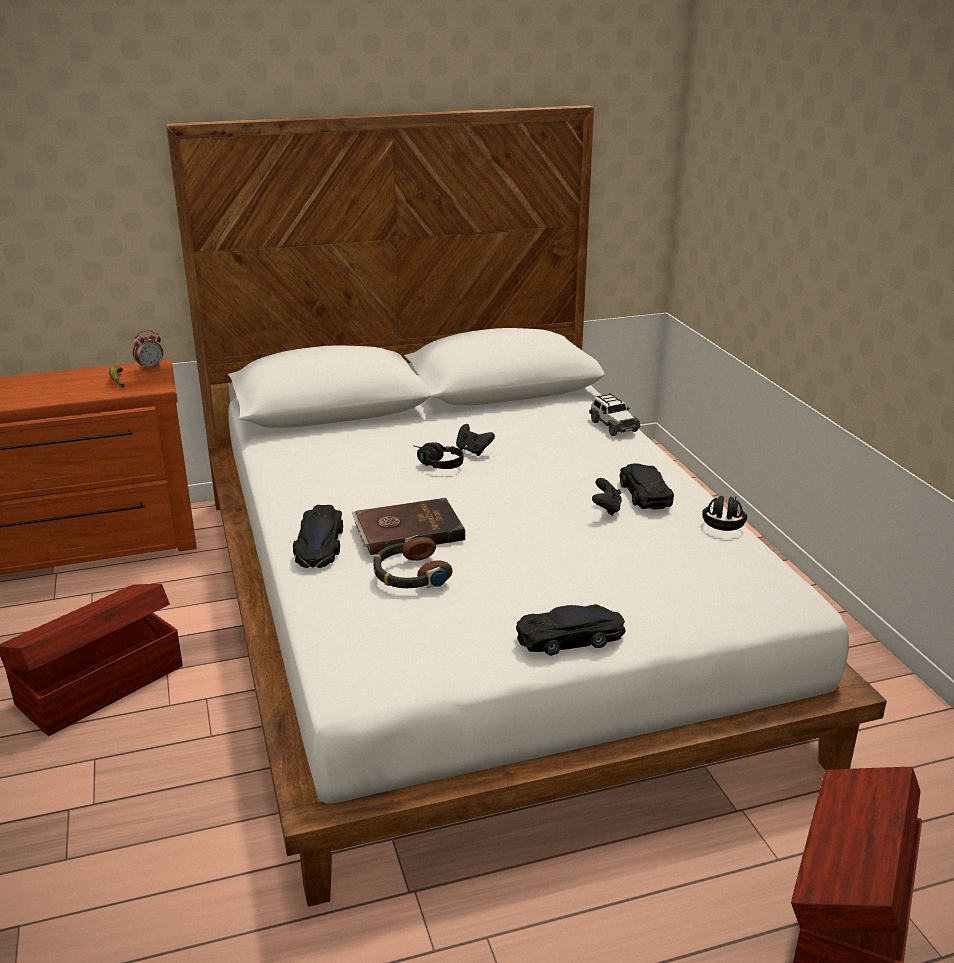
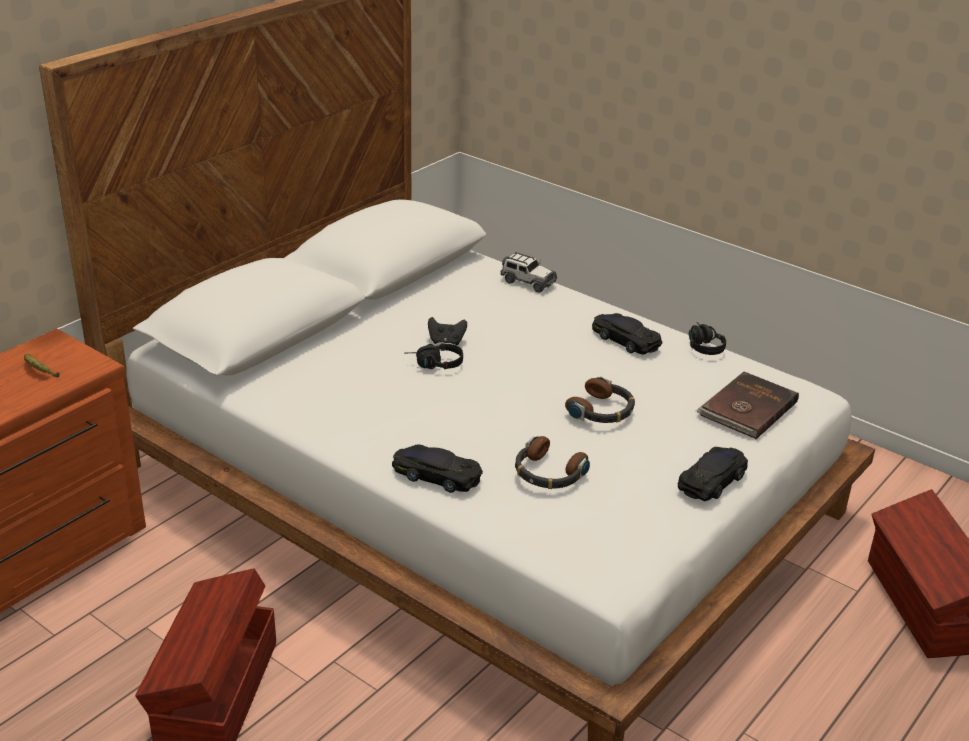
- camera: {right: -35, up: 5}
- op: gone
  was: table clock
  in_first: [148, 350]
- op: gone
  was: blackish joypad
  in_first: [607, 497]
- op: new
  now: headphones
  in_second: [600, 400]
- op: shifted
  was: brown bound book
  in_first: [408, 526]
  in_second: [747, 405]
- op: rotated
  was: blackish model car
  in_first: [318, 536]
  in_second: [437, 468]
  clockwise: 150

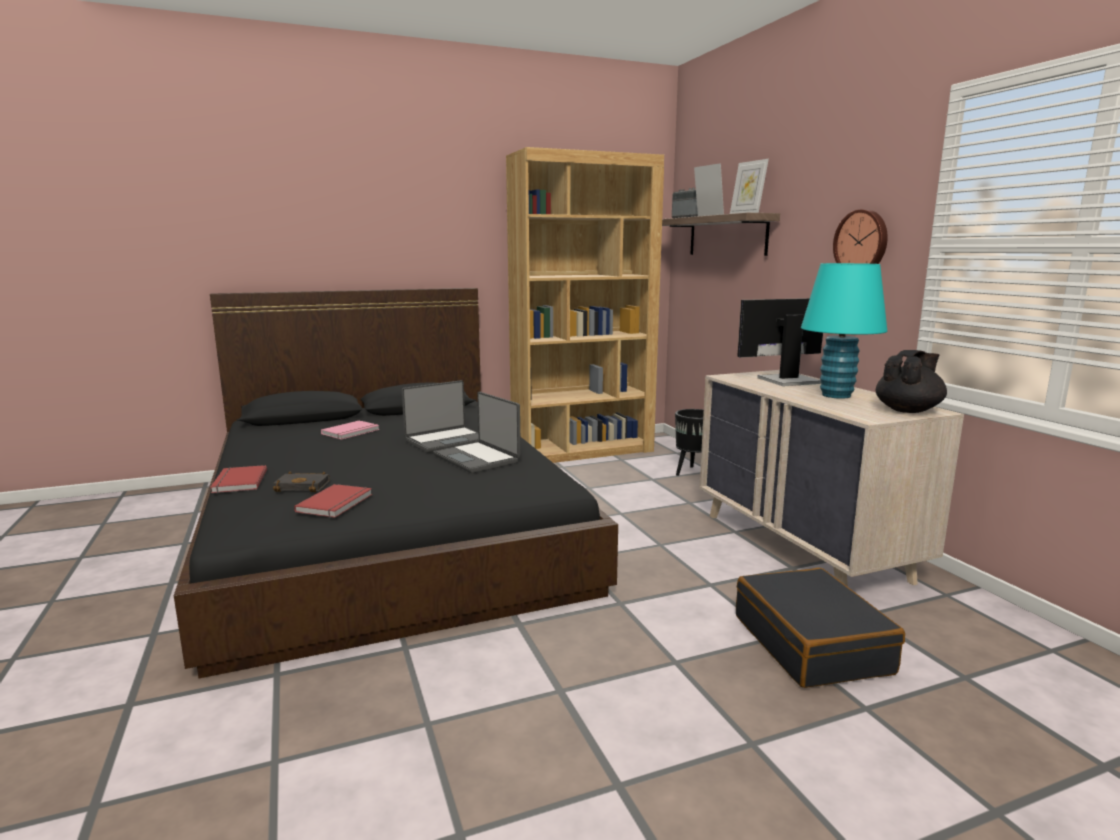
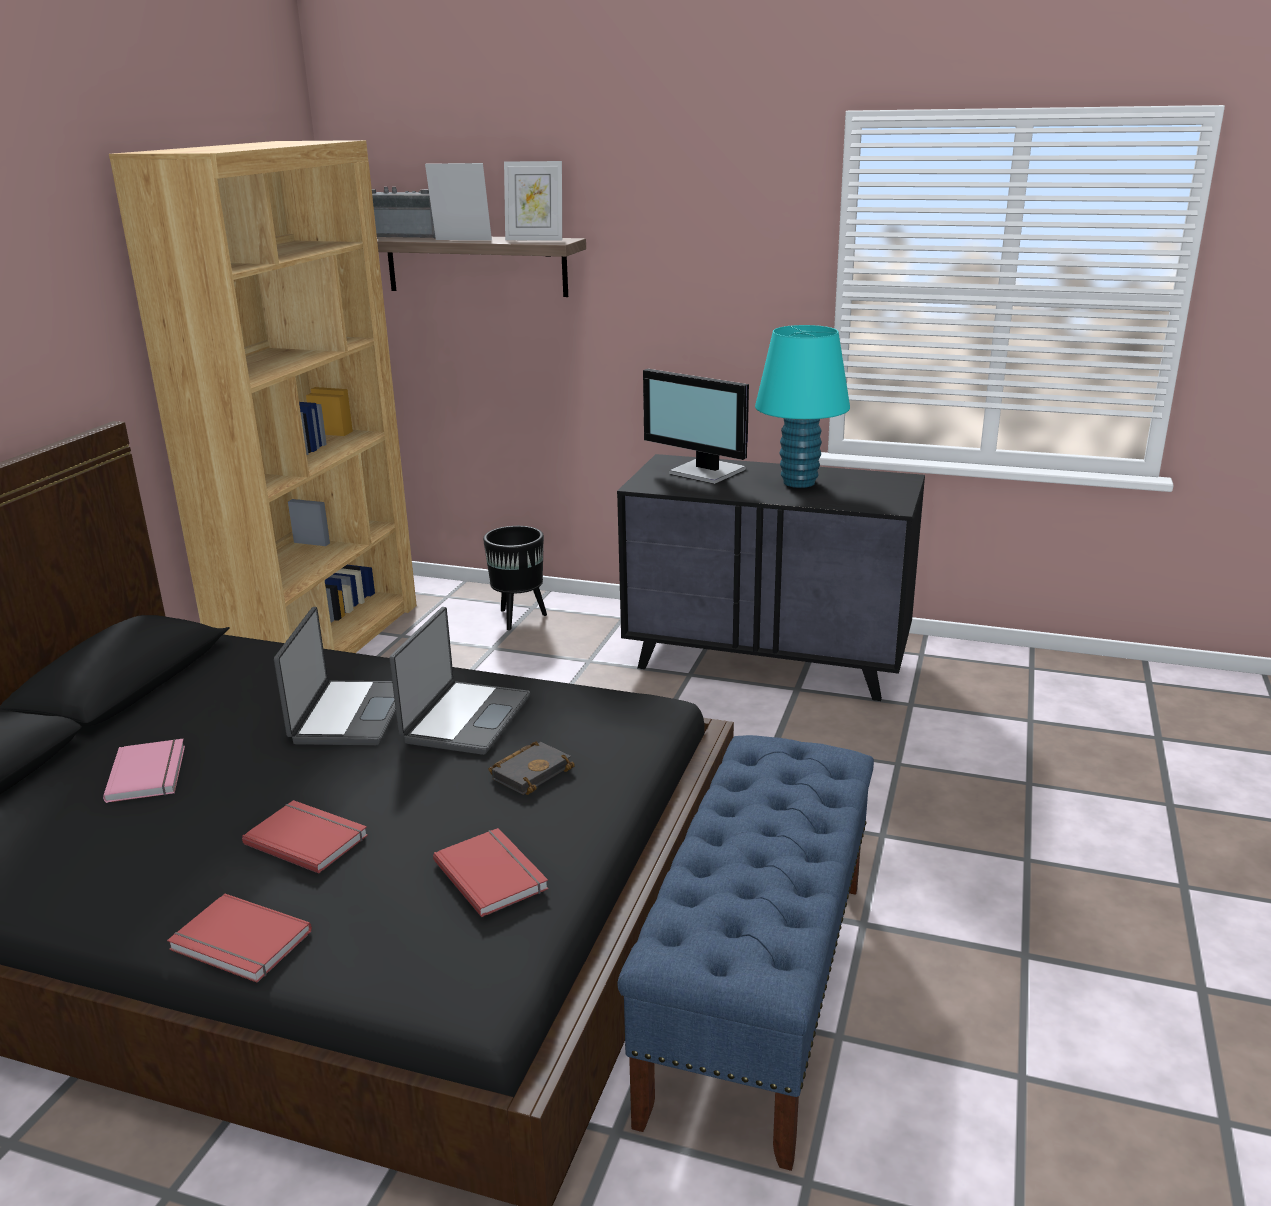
- camera: {right: -50, up: 10}
- op: gone
  was: blackish piece of luggage
  in_first: [820, 628]
- op: gone
  was: wall clock
  in_first: [860, 236]
- op: gone
  was: blackish teapot
  in_first: [911, 381]
- op: new
  now: red-coloured bound book
  in_second: [305, 837]
- op: new
  now: bluish long seat
  in_second: [745, 953]
- op: shifted
  was: blackish bound book
  in_first: [301, 481]
  in_second: [532, 768]
- op: repainted
  was: beige-coloured dresser
  now: blackish dresser
  in_first: [831, 478]
  in_second: [771, 577]
- op: rotated
  was: laptop
  in_first: [477, 432]
  in_second: [459, 681]
  clockwise: -75
- op: rotated
  was: computer display
  in_first: [780, 342]
  in_second: [696, 426]
  clockwise: -75

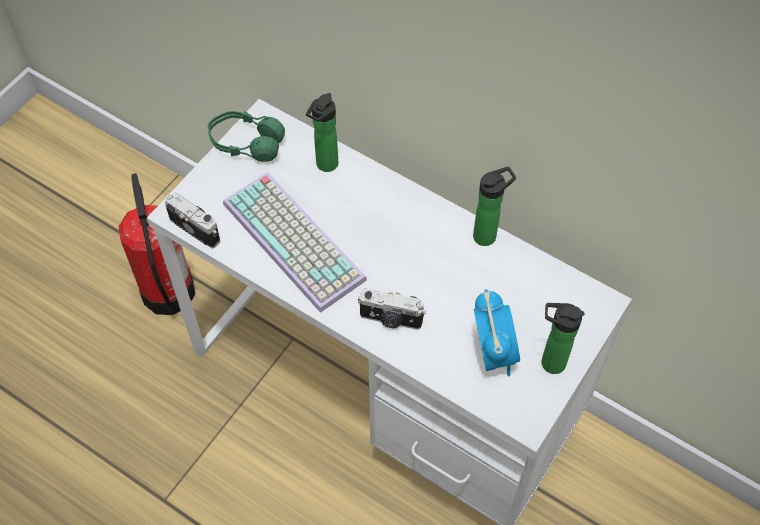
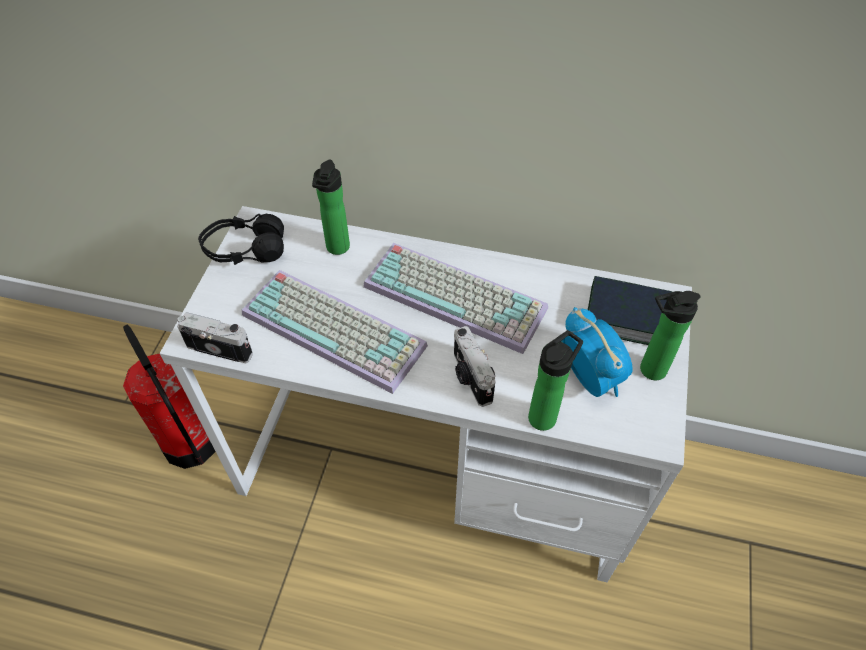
- camera: {right: -20, up: -5}
- op: new
  now: PC keyboard
  in_second: [455, 298]
- op: new
  now: bound book
  in_second: [630, 310]
- op: shifted
  was: beverage bottle
  in_first: [494, 206]
  in_second: [555, 380]
- op: repainted
  was: greenish headphones
  now: blackish headphones
  in_first: [246, 136]
  in_second: [241, 239]
- op: rotated
  was: still camera
  in_first: [392, 309]
  in_second: [474, 366]
  clockwise: 75

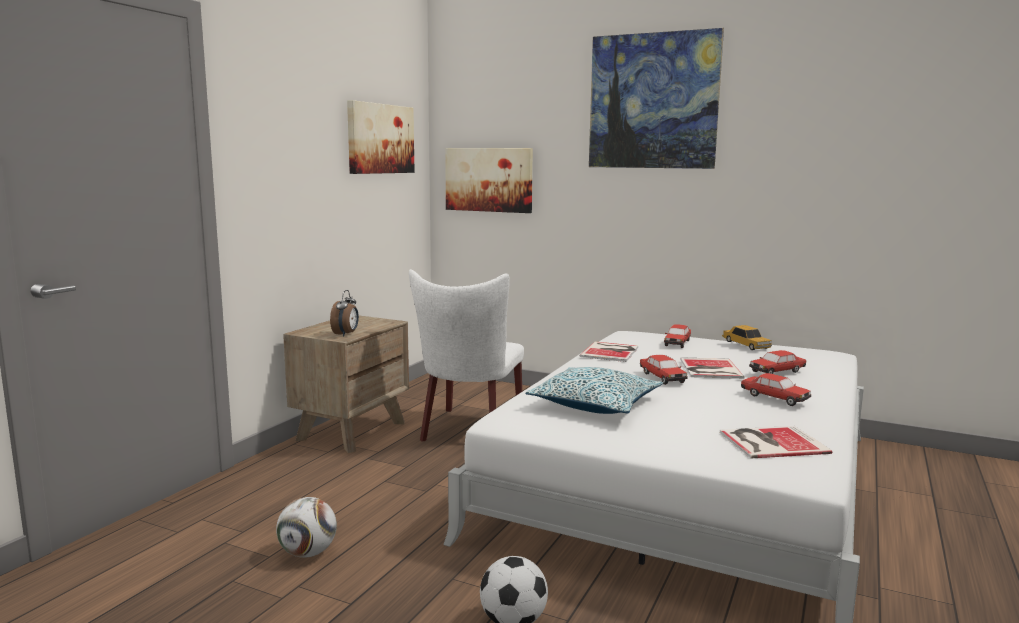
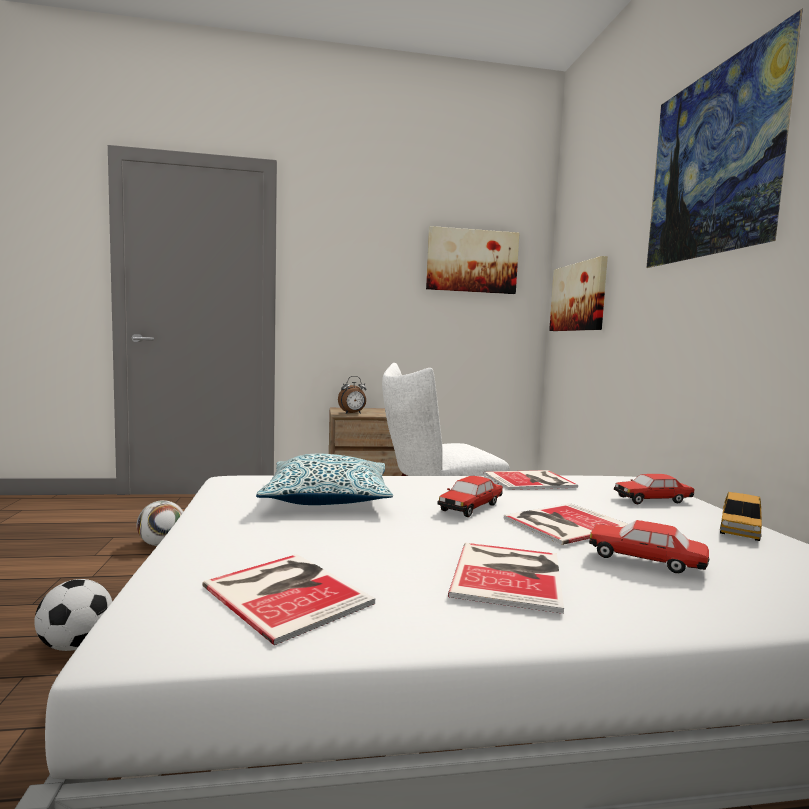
- camera: {right: 55, up: -5}
- op: swapped
  was: model car
  now: bound book
  in_first: [776, 389]
  in_second: [506, 578]

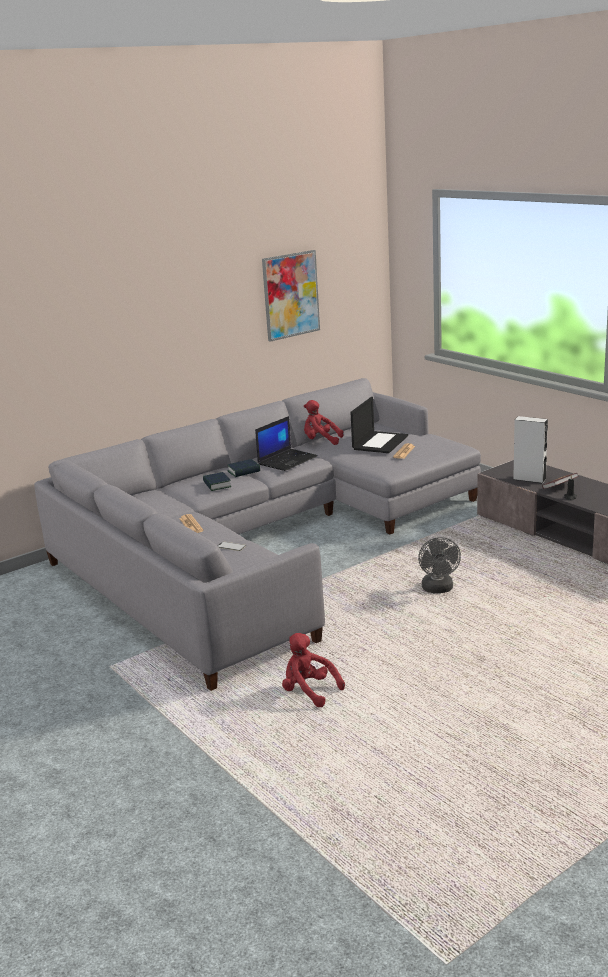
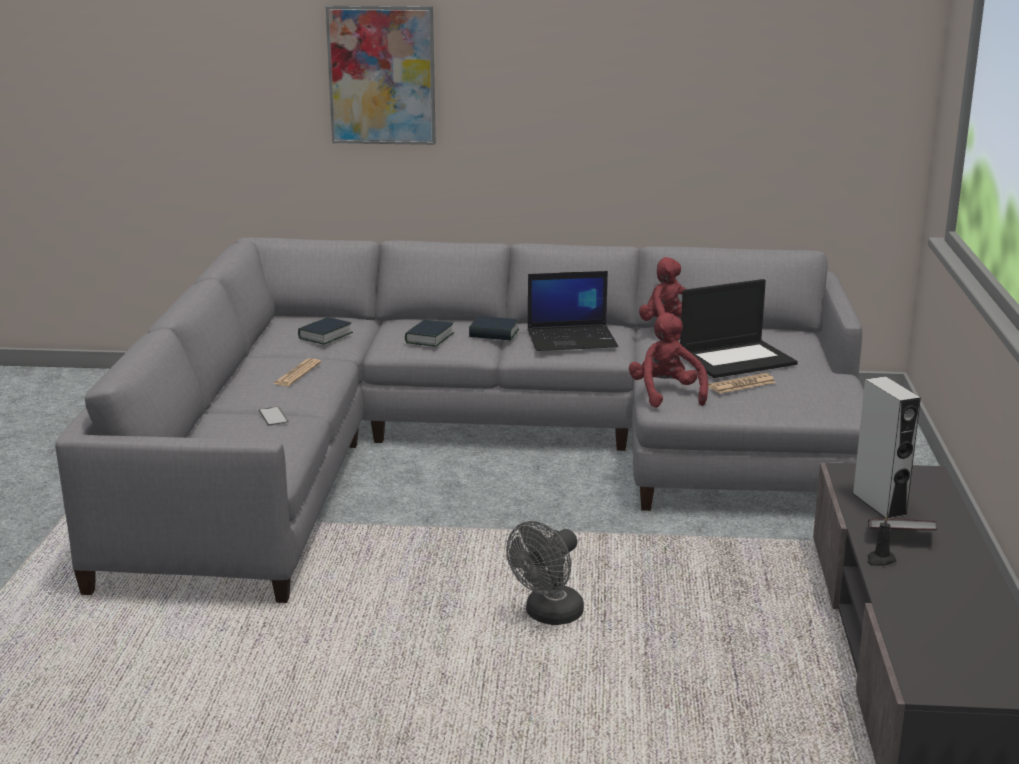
- camera: {right: 40, up: 0}
- op: new
  now: bound book
  in_second: [325, 330]
- op: shifted
  was: picture
  in_first: [291, 296]
  in_second: [381, 75]
- op: shifted
  was: red-coloured plush toy
  in_first: [313, 670]
  in_second: [668, 360]

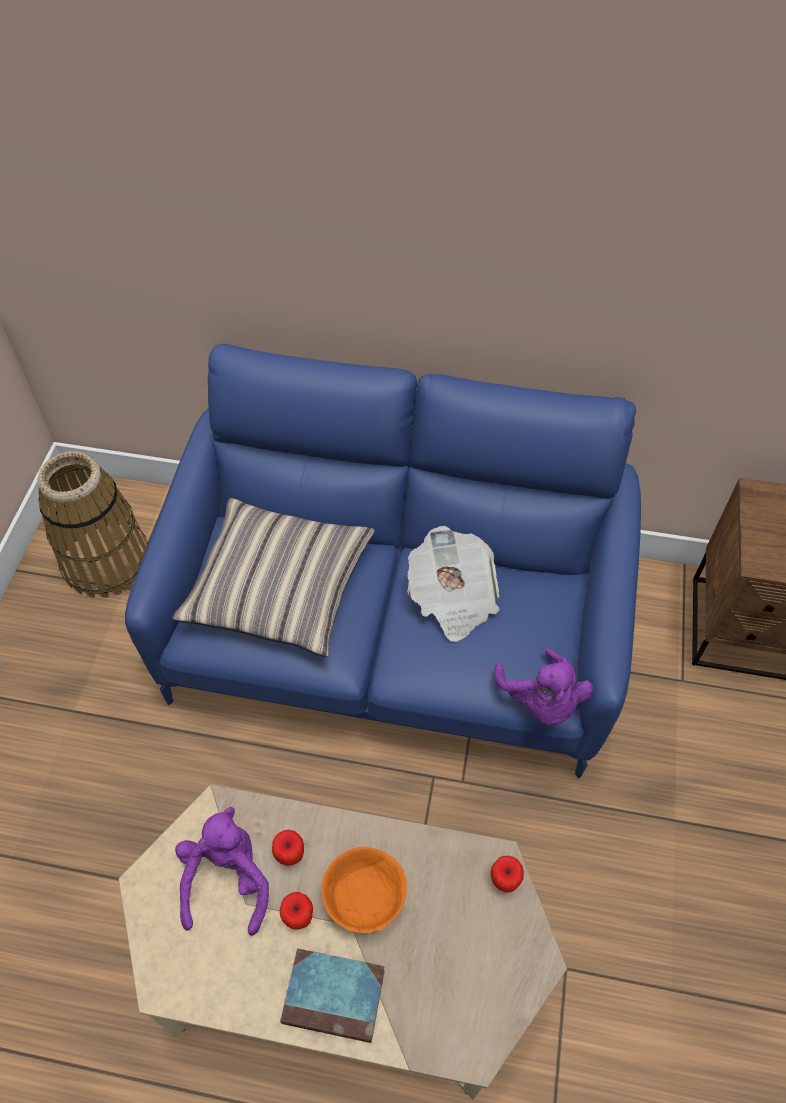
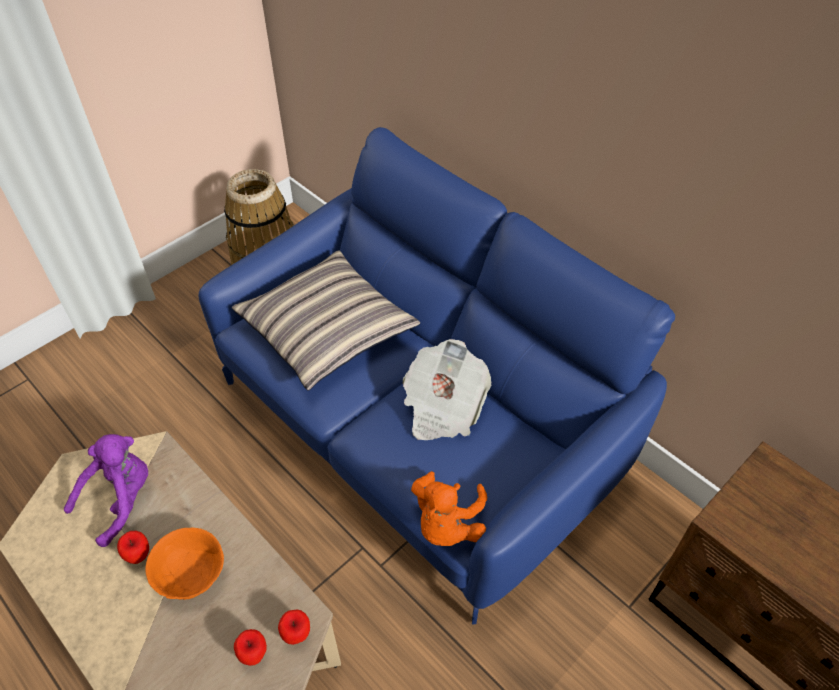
- camera: {right: 35, up: -5}
- op: gone
  was: bound book
  in_first: [332, 996]
- op: shifted
  was: apple
  in_first: [288, 848]
  in_second: [250, 647]
- op: repainted
  was: purple plush toy
  now: orangey plush toy
  in_first: [543, 686]
  in_second: [449, 508]

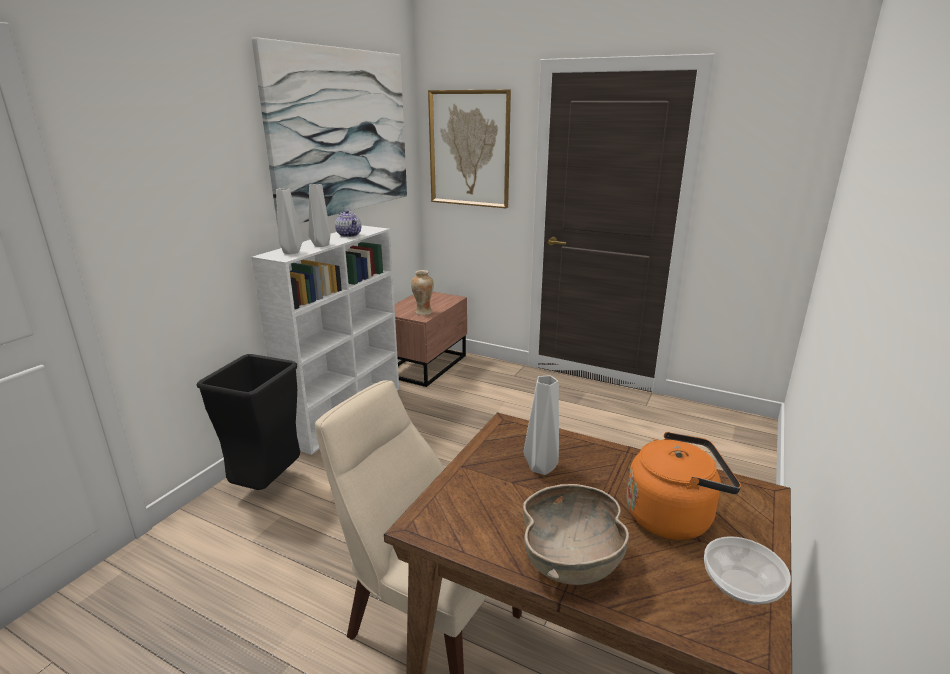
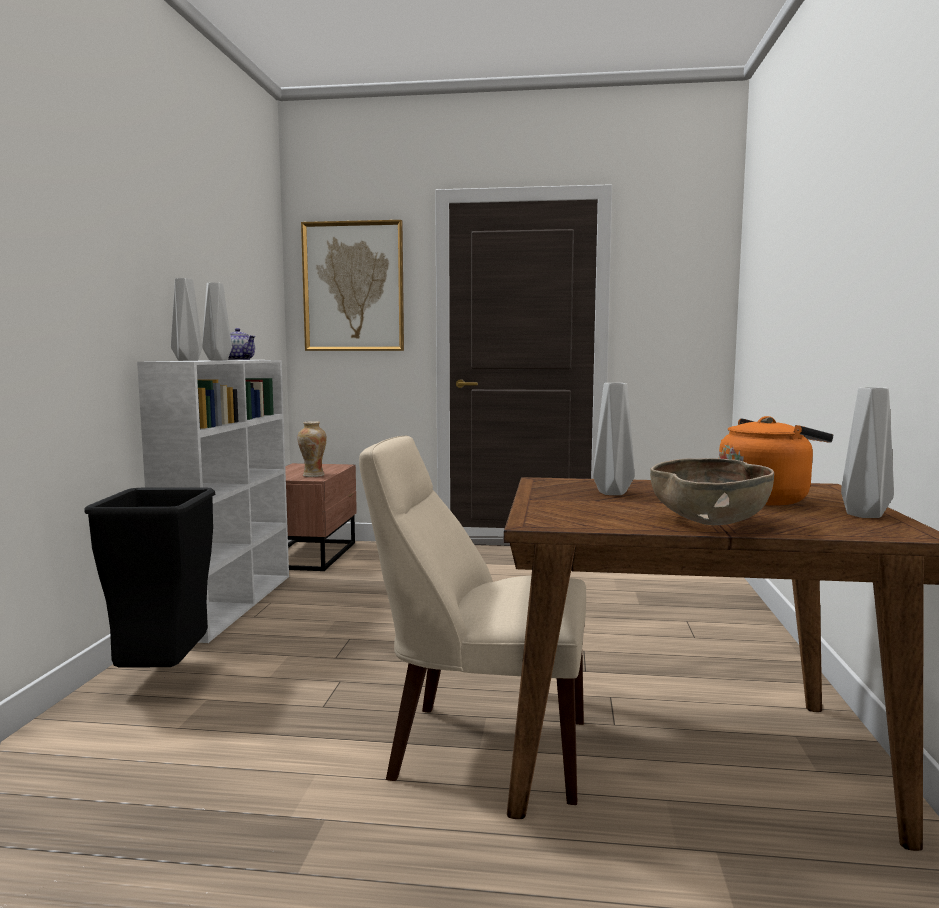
- camera: {right: -20, up: -15}
- op: gone
  was: picture
  in_first: [329, 132]
- op: swapped
  was: bowl
  now: gray vase
  in_first: [747, 570]
  in_second: [867, 452]

